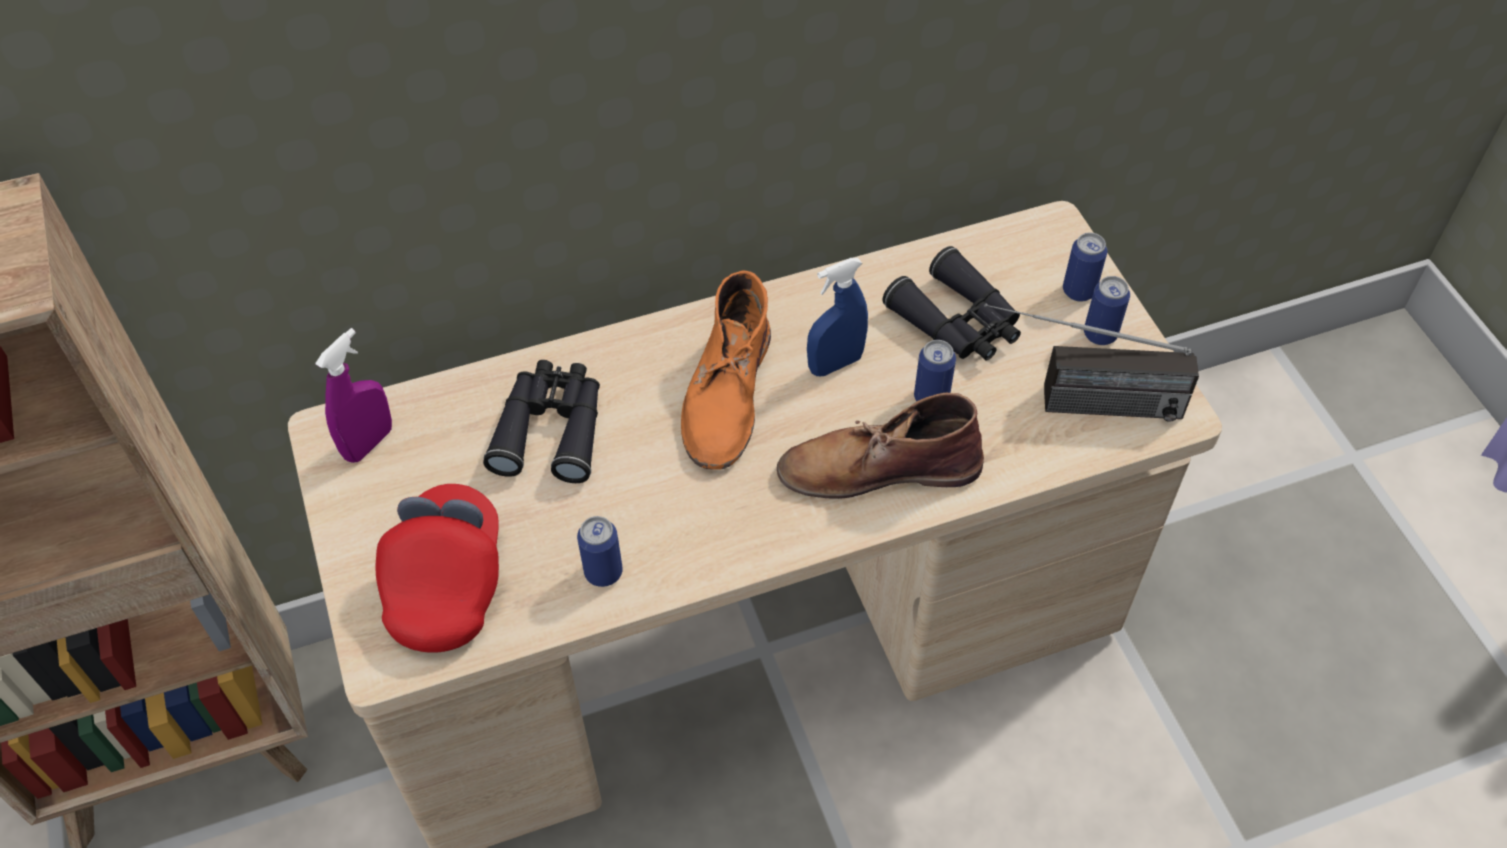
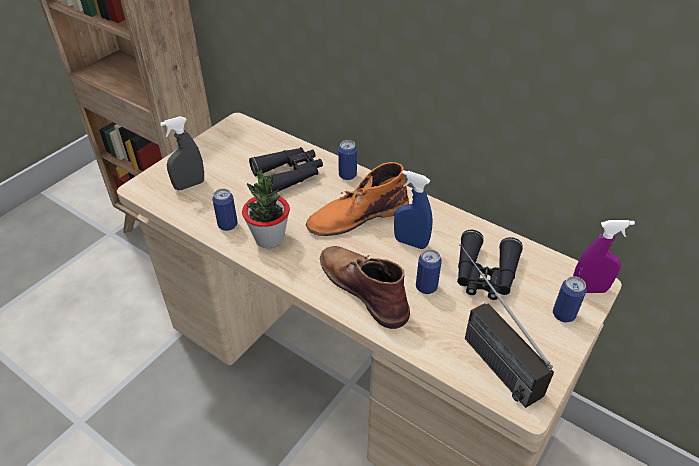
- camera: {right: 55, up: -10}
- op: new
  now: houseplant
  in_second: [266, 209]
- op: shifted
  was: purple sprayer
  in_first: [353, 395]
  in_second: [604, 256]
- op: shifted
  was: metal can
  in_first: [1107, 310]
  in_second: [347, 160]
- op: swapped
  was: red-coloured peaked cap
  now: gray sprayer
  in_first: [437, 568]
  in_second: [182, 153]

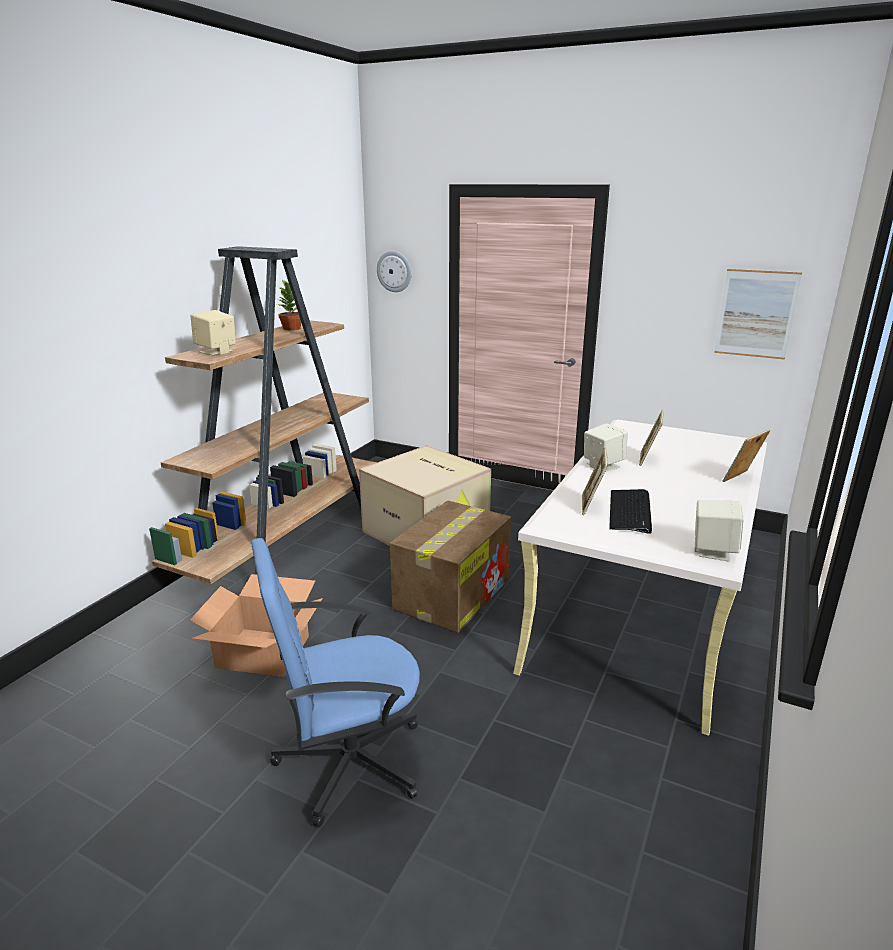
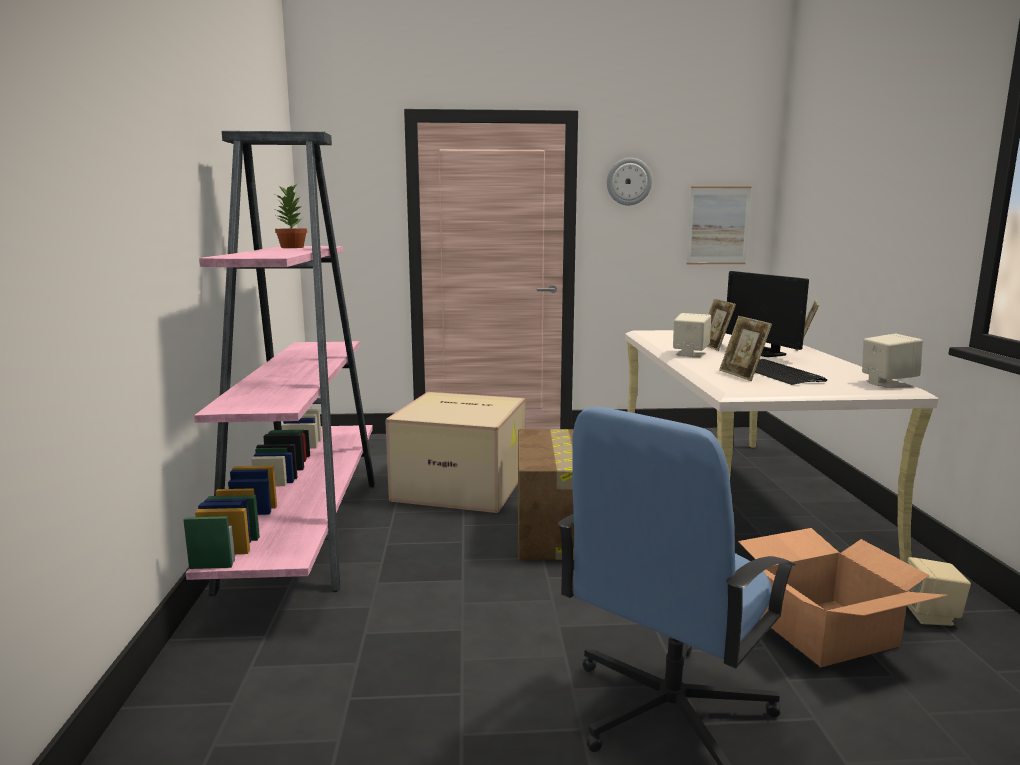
- camera: {right: -30, up: -10}
- op: new
  now: computer display
  in_second: [767, 314]
- op: shifted
  was: beige-coloured audio speaker
  in_first: [213, 332]
  in_second: [939, 591]
- op: shifted
  was: packing box
  in_first: [256, 625]
  in_second: [843, 597]
- op: shifted
  was: wall clock
  in_first: [394, 271]
  in_second: [629, 181]
- op: repainted
  was: brown bookcase
  now: pink-coloured bookcase
  in_first: [263, 415]
  in_second: [279, 363]

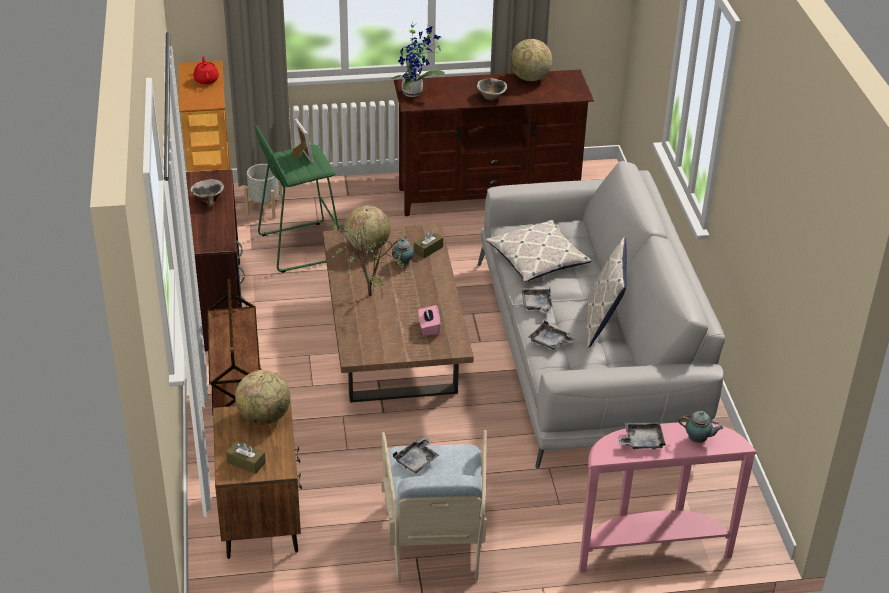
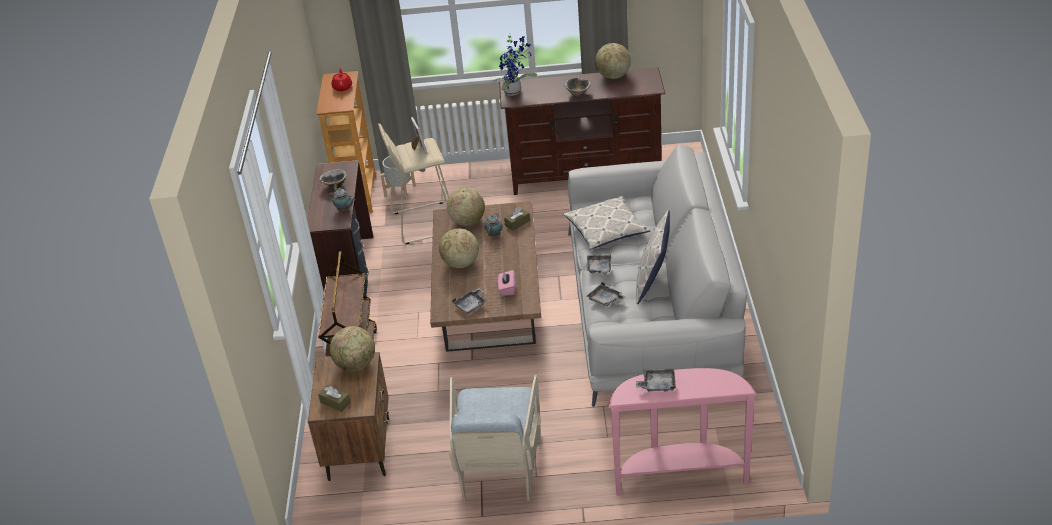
- camera: {right: 10, up: 0}
- op: shifted
  was: gray serving tray
  in_first: [416, 455]
  in_second: [469, 301]
- op: shifted
  was: teapot
  in_first: [700, 427]
  in_second: [342, 199]
- op: swapped
  was: houseplant
  now: desk globe
  in_first: [369, 257]
  in_second: [459, 248]
- op: repainted
  was: greenish sitting stool
  now: beige-coloured sitting stool
  in_first: [297, 199]
  in_second: [413, 183]

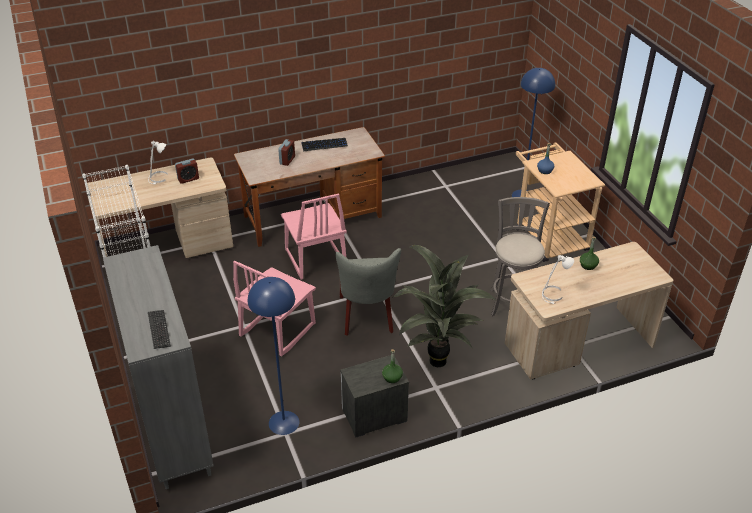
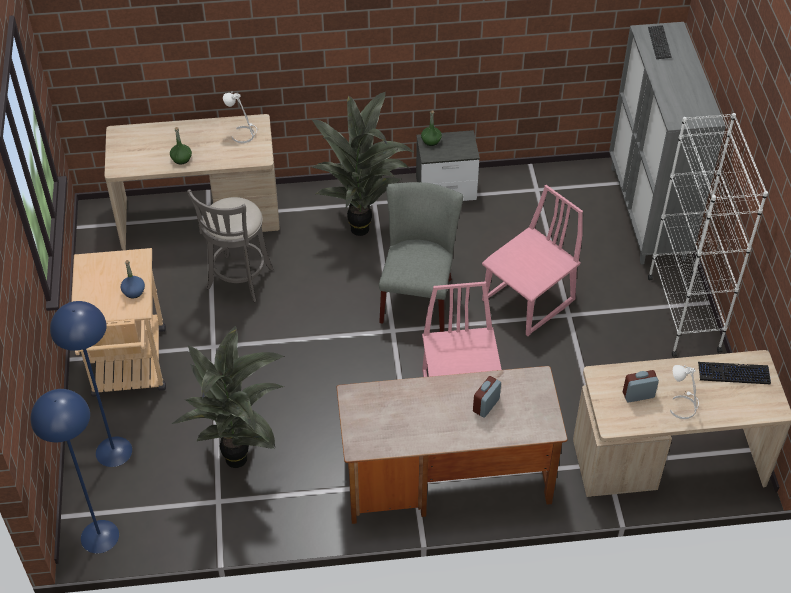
- camera: {right: -165, up: 10}
- op: new
  now: houseplant
  in_second: [228, 397]
- op: shifted
  was: bluish standard lamp
  in_first: [273, 356]
  in_second: [75, 471]
- op: shifted
  was: PC keyboard
  in_first: [324, 144]
  in_second: [734, 373]

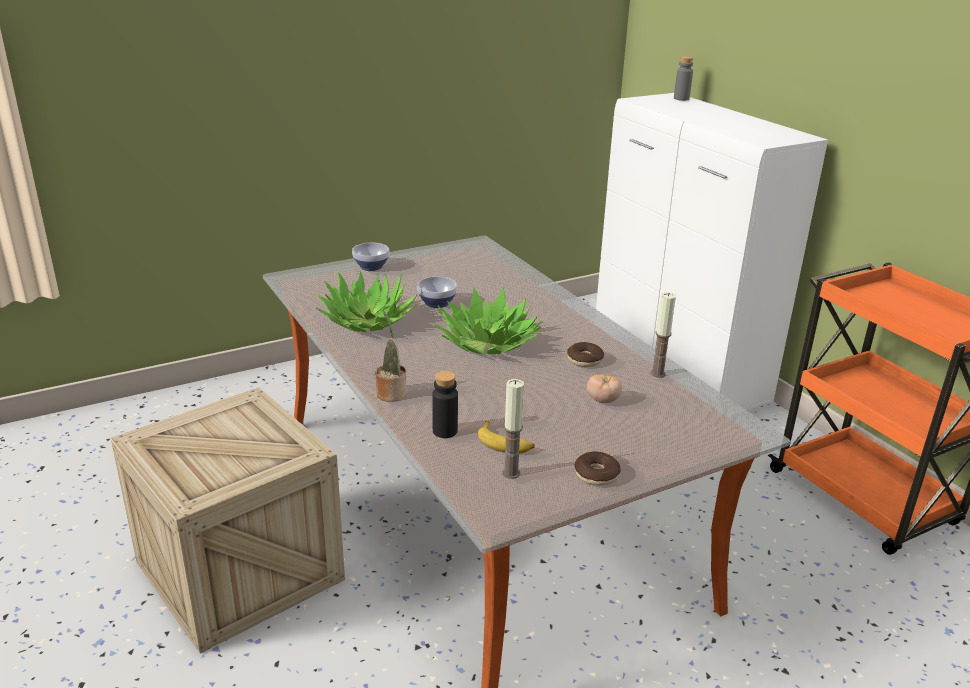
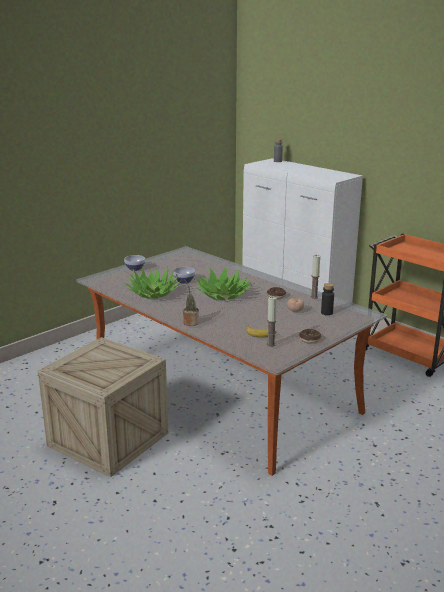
- camera: {right: -15, up: -5}
- op: shifted
  was: blackish beverage bottle
  in_first: [445, 404]
  in_second: [327, 299]

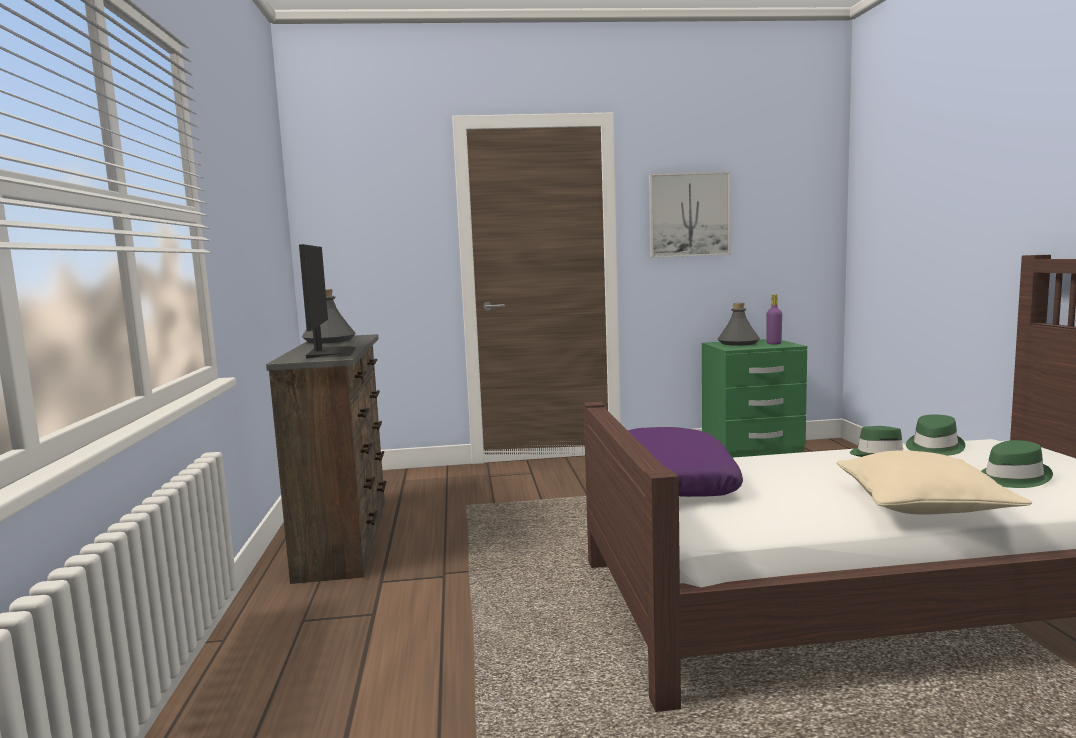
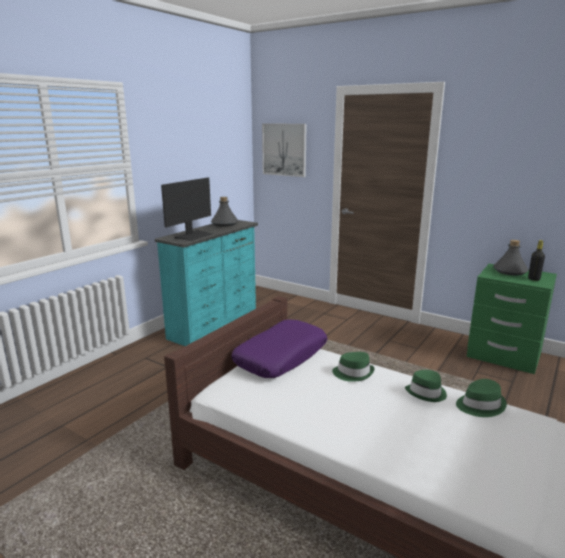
- camera: {right: 40, up: 10}
- op: gone
  was: beige-coloured throw pillow
  in_first: [934, 482]
- op: shifted
  was: picture
  in_first: [690, 215]
  in_second: [284, 150]
- op: shifted
  was: greenish hat
  in_first: [1017, 464]
  in_second: [353, 367]
- op: repainted
  was: brown dresser
  now: blue-green dresser
  in_first: [326, 459]
  in_second: [206, 283]
- op: repainted
  was: purple beverage bottle
  now: blackish beverage bottle
  in_first: [774, 319]
  in_second: [536, 260]

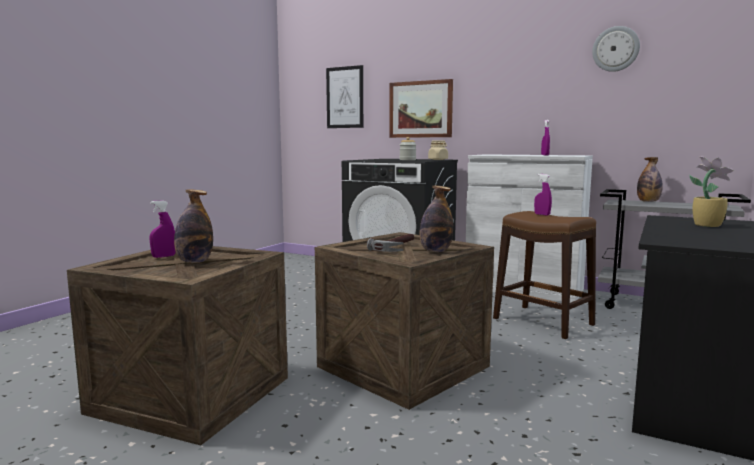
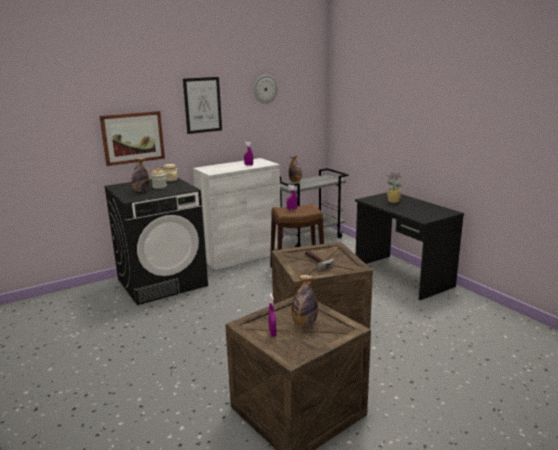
- camera: {right: -60, up: 10}
- op: shifted
  was: picture
  in_first: [344, 96]
  in_second: [202, 105]
- op: shifted
  was: beverage bottle
  in_first: [436, 219]
  in_second: [140, 175]

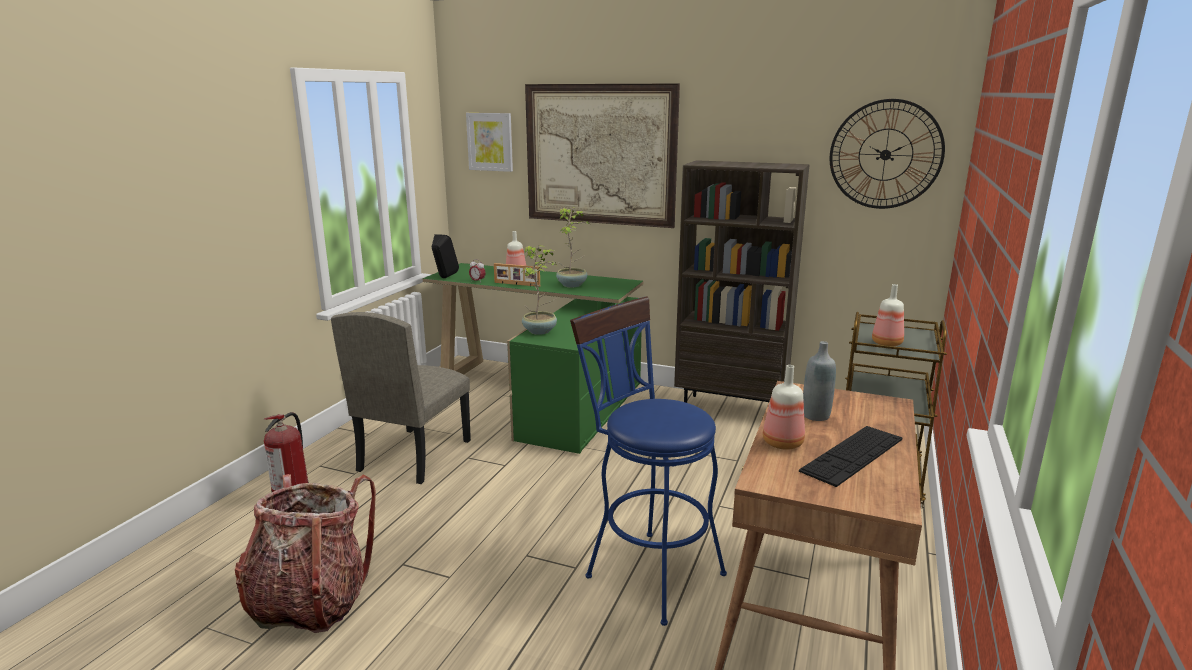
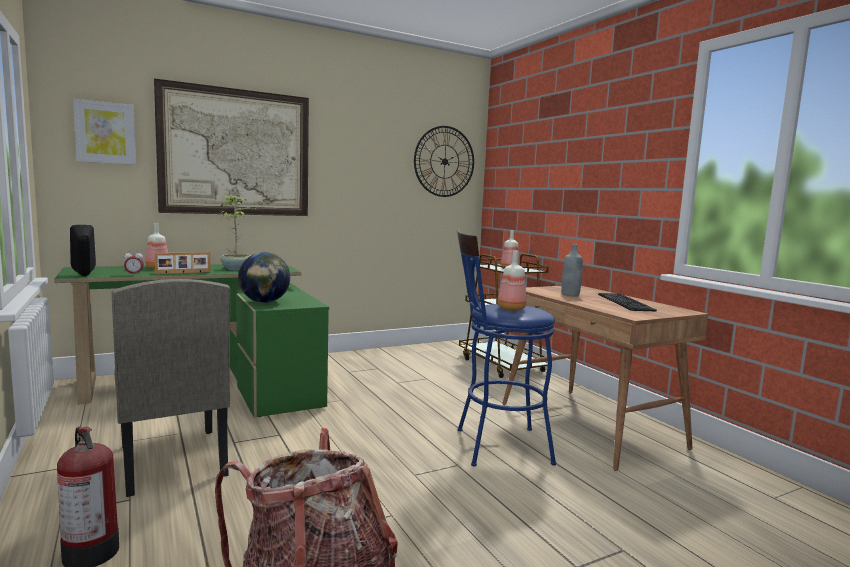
- camera: {right: -50, up: -10}
- op: gone
  was: brown bookcase
  in_first: [742, 281]
- op: shifted
  was: beverage bottle
  in_first: [784, 407]
  in_second: [511, 281]
- op: swapped
  was: houseplant
  now: desk globe
  in_first: [539, 290]
  in_second: [264, 277]

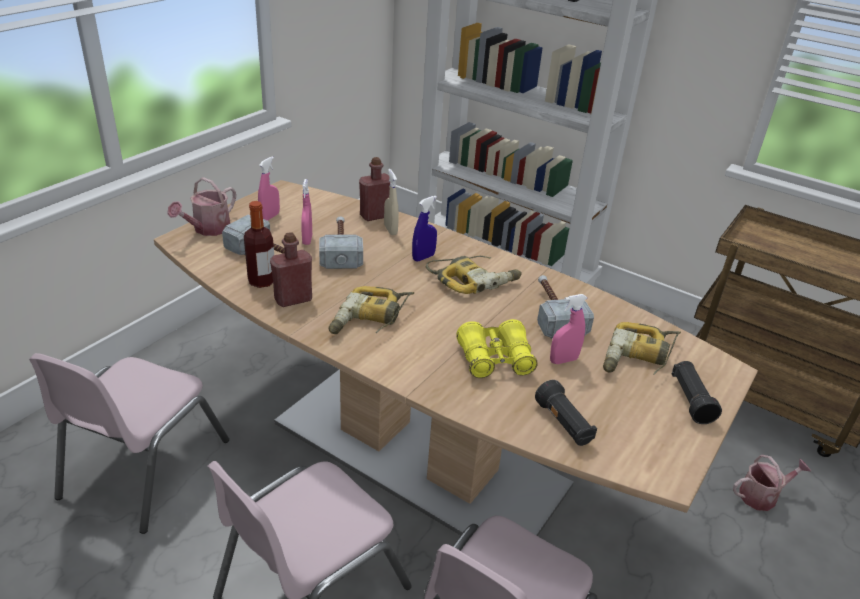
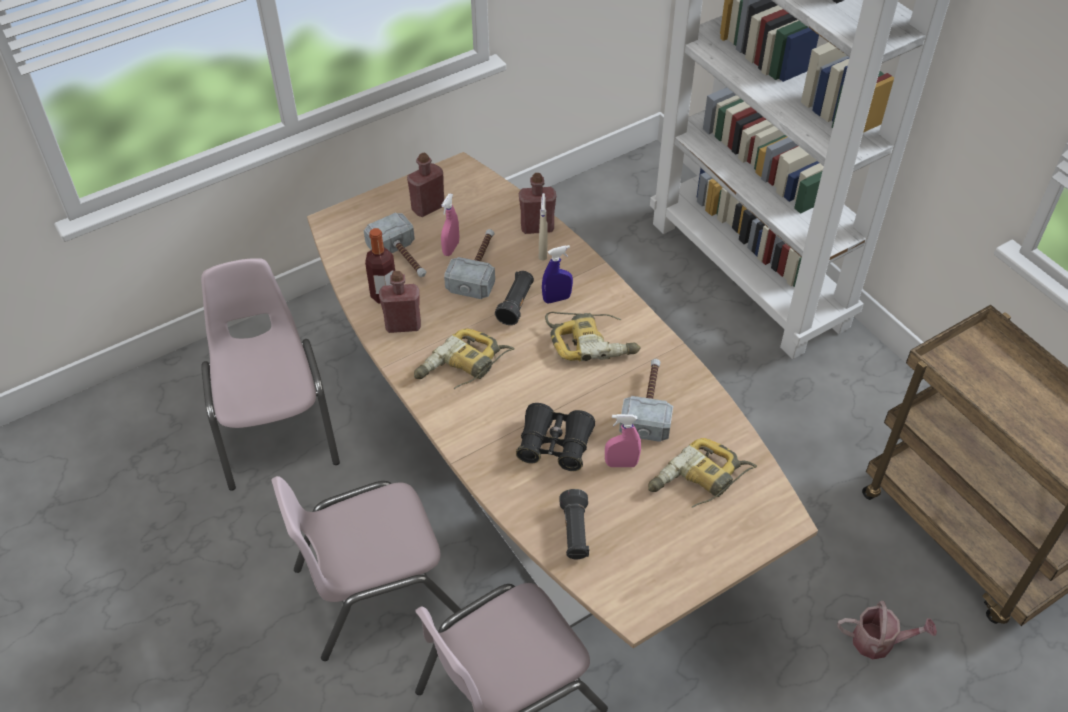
- camera: {right: 25, up: 15}
- op: gone
  was: watering can
  in_first: [201, 206]
- op: shifted
  was: blackish hand torch
  in_first: [697, 392]
  in_second: [514, 298]
- op: swapped
  was: pink-coloured sprayer
  now: red-coloured beverage bottle
  in_first: [269, 188]
  in_second: [425, 185]
- op: repainted
  was: yellow binoculars
  now: blackish binoculars
  in_first: [497, 348]
  in_second: [555, 437]
- op: rotated
  was: pink-coloured chair
  in_first: [129, 443]
  in_second: [270, 374]
  clockwise: 120

